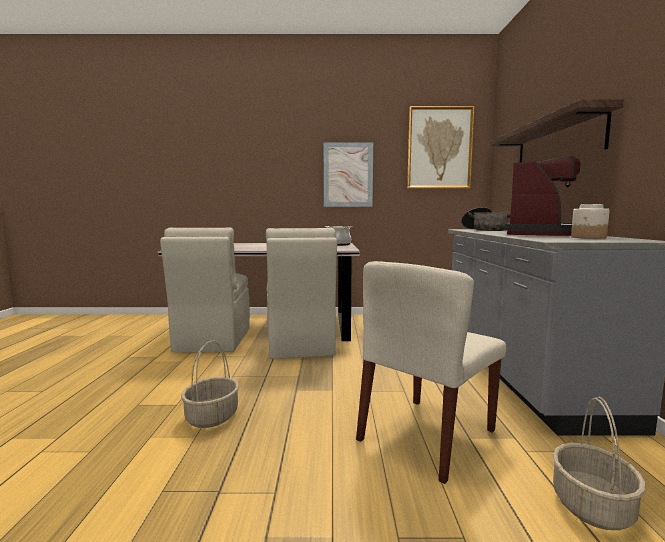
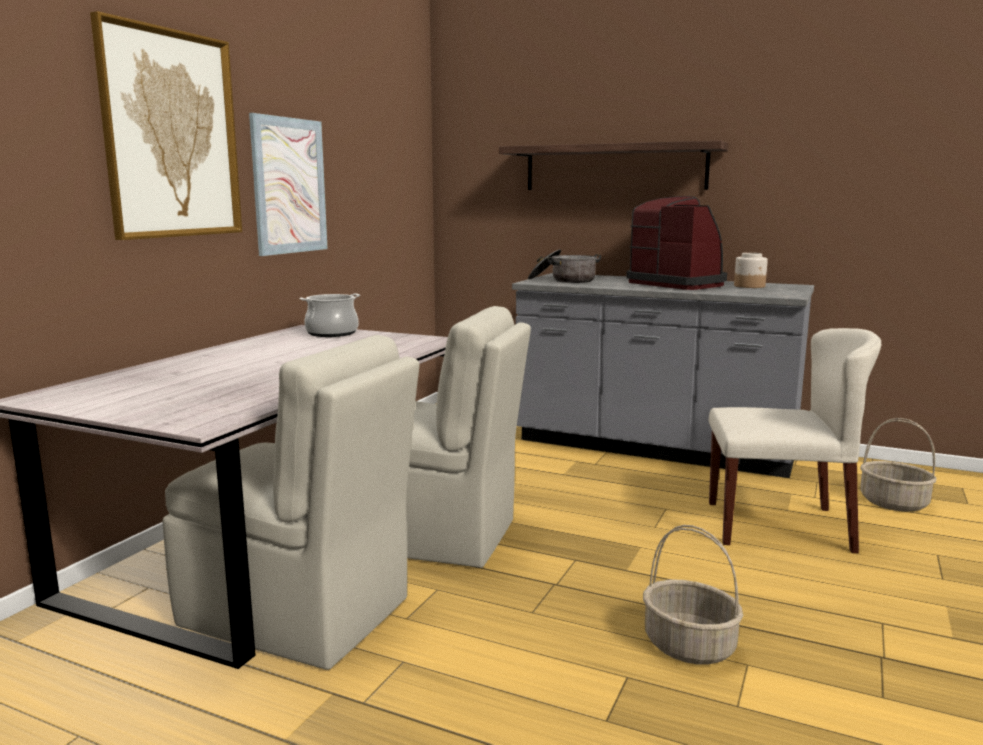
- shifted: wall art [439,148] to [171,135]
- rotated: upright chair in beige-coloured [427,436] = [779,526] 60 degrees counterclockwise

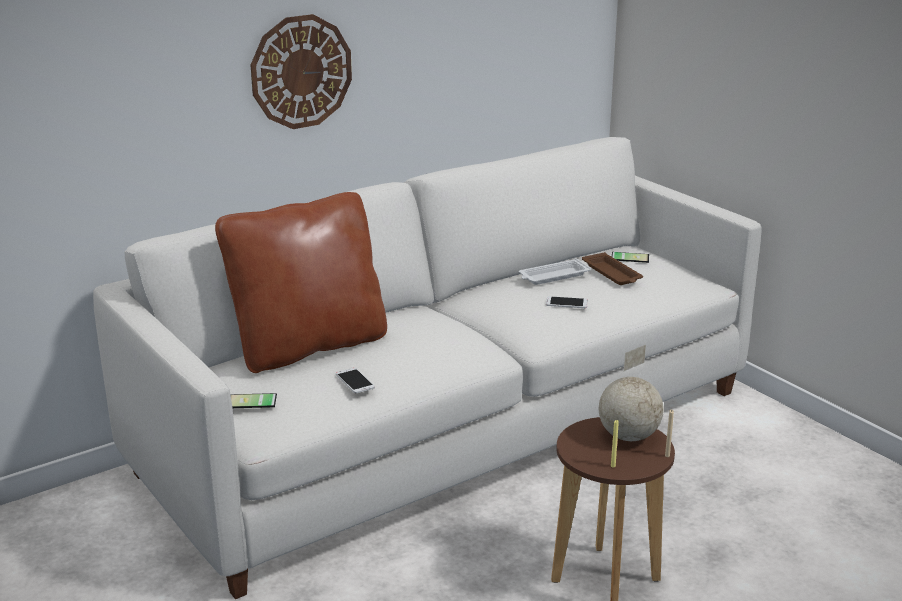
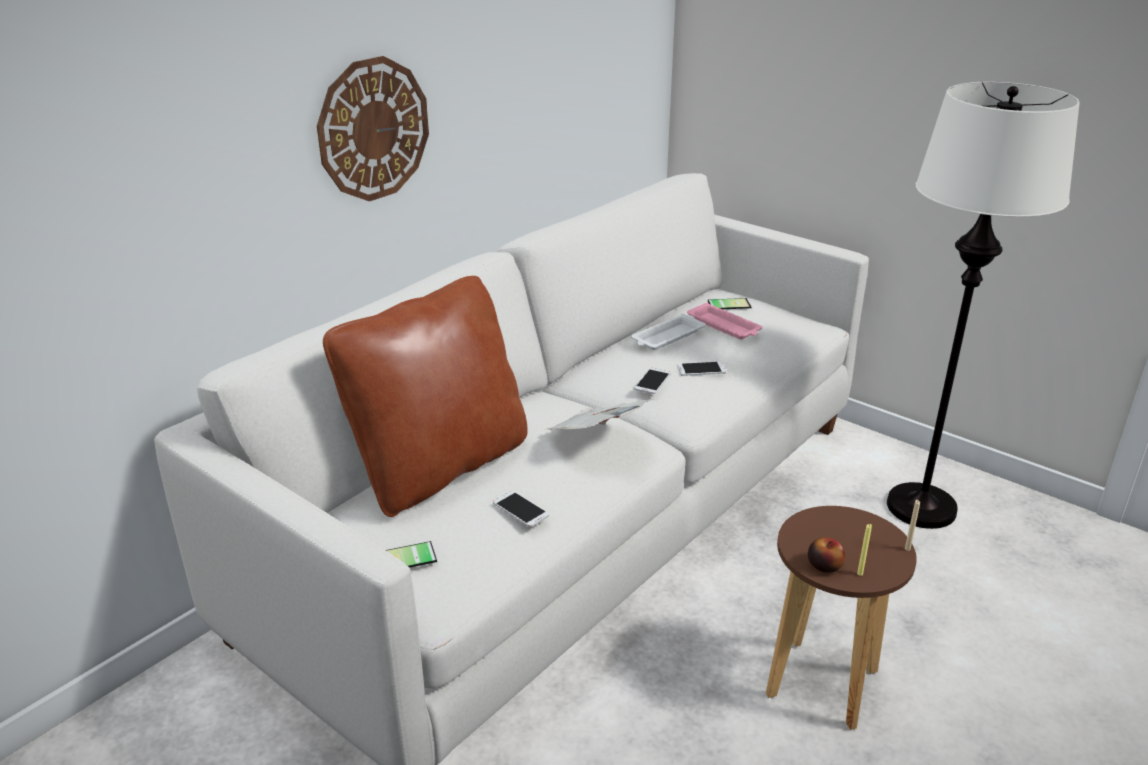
- gone: world globe [627,436]
- new: daily paper [598,439]
- new: handset [652,381]
- new: whole apple [824,565]
- new: floor lamp in white-coloured [921,507]
- repainted: carrying tray in brown [612,274] to carrying tray in pinkish [725,326]

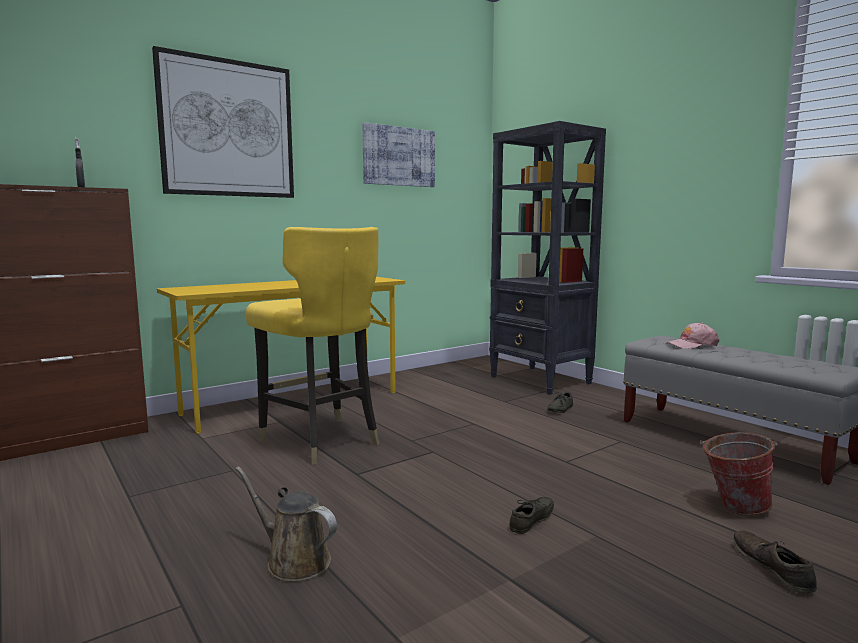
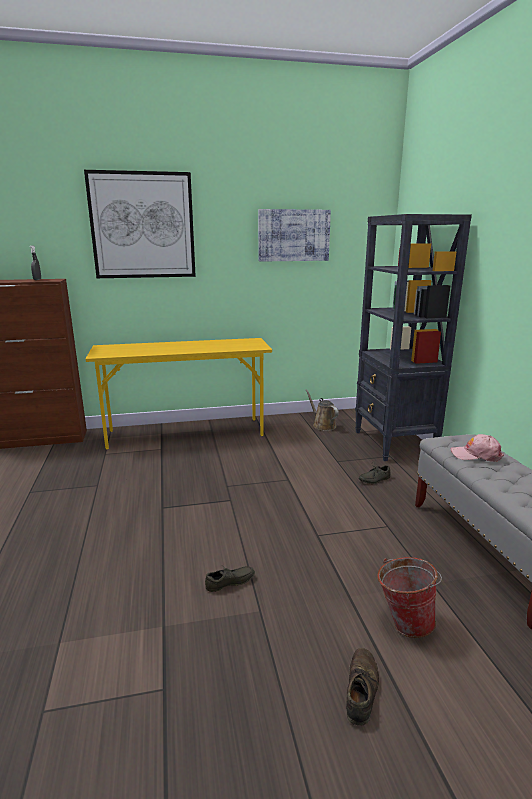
- gone: upright chair in yellowish [320,441]
- shifted: watering can in brown [293,560] to [322,425]

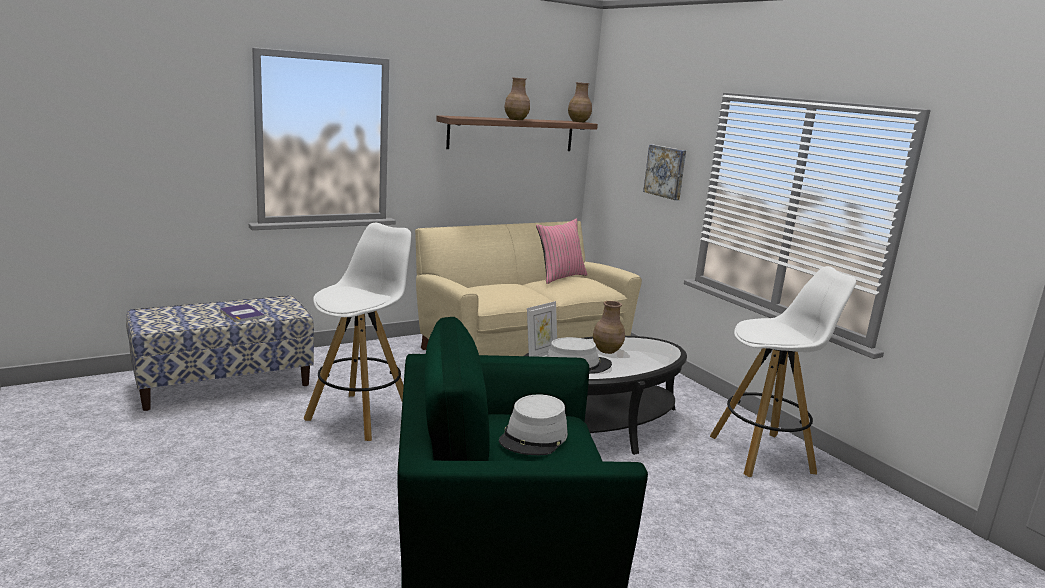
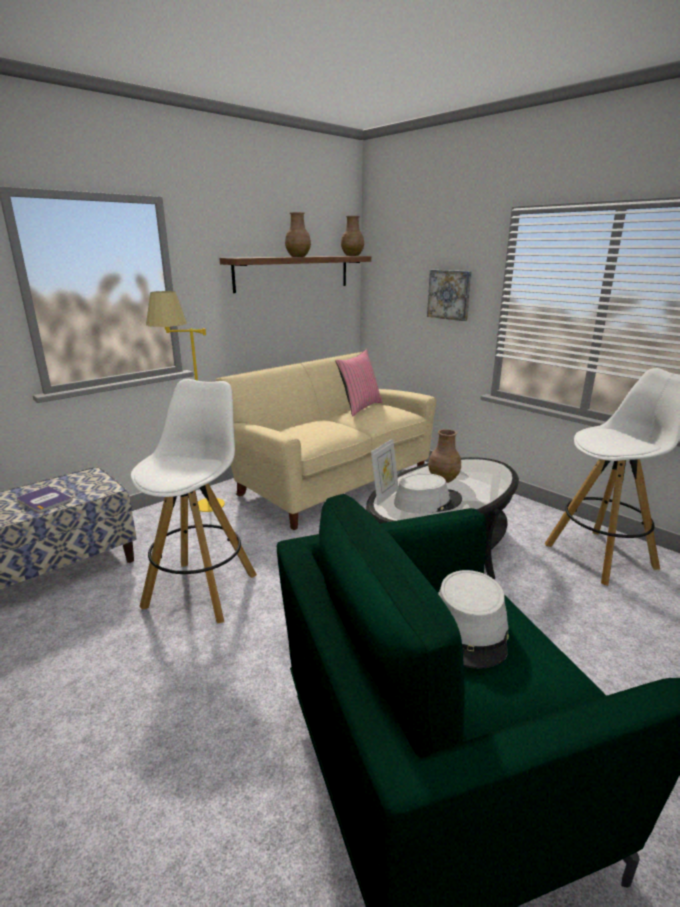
- new: floor lamp in yellowish [200,510]

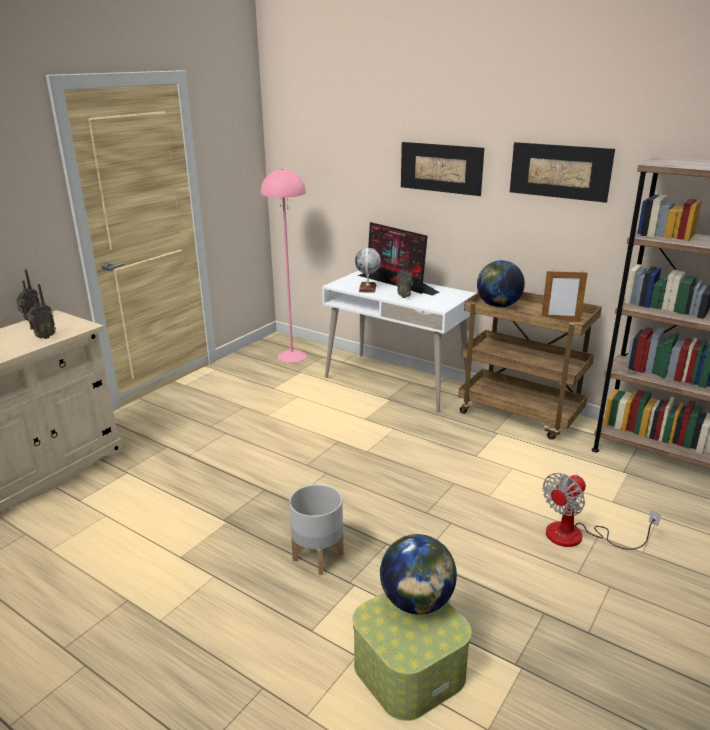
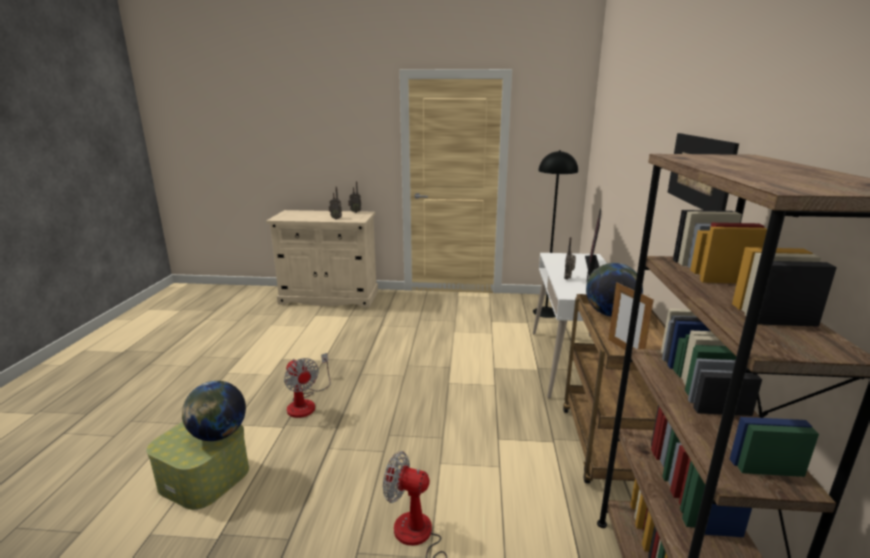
- gone: world globe [367,288]
- gone: wall art [441,168]
- swapped: plant pot in grey [317,556] to electric fan [306,403]
- repainted: floor lamp in pinkish [292,356] to floor lamp in black-coloured [546,312]

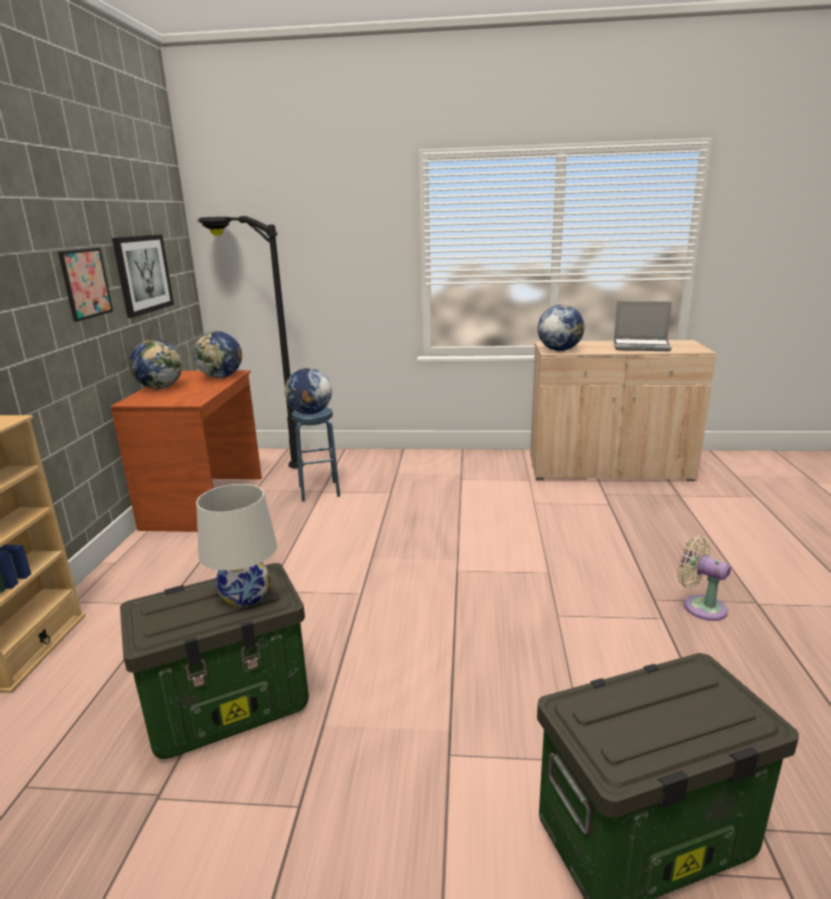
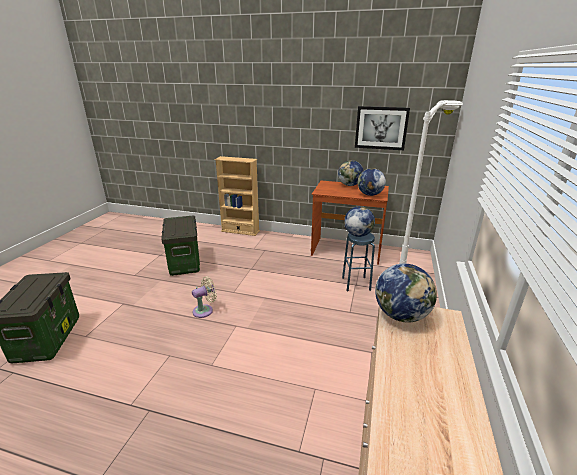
- gone: wall art [85,283]
- gone: lamp for a table in white-coloured [245,595]
- gone: portable computer [642,346]
- shifted: electric fan in beige-coloured [700,606] to [205,310]
- repainted: floor lamp in black-coloured [260,457] to floor lamp in white-coloured [414,263]

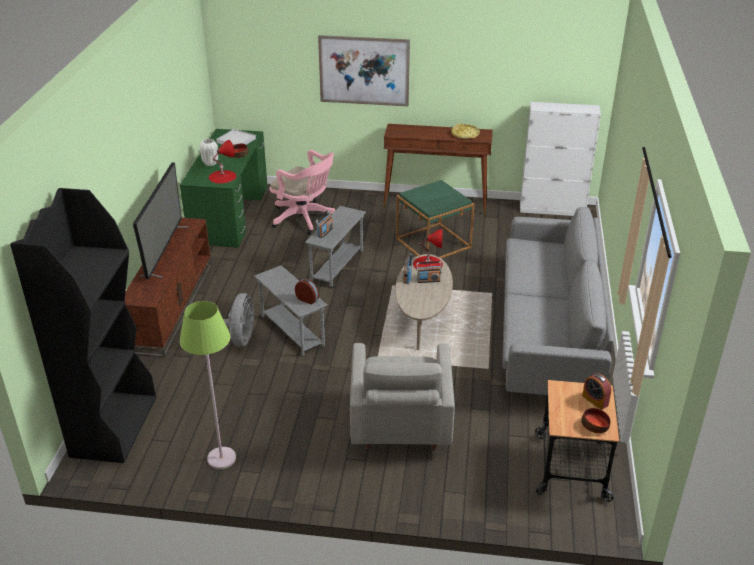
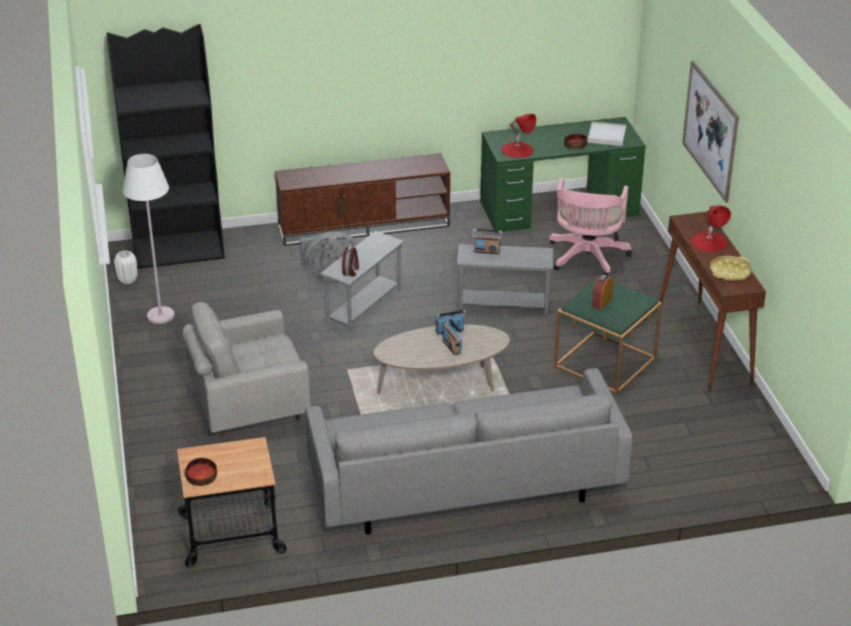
- gone: TV [164,251]
- gone: storage cabinet in white-coloured [552,209]
- shifted: flower vase in white-coloured [210,163] to [128,280]
- shifted: lamp for a table in red-coloured [428,264] to [709,242]
- shifted: table clock [595,400] to [601,302]
- repainted: floor lamp in green [221,458] to floor lamp in white-coloured [160,315]

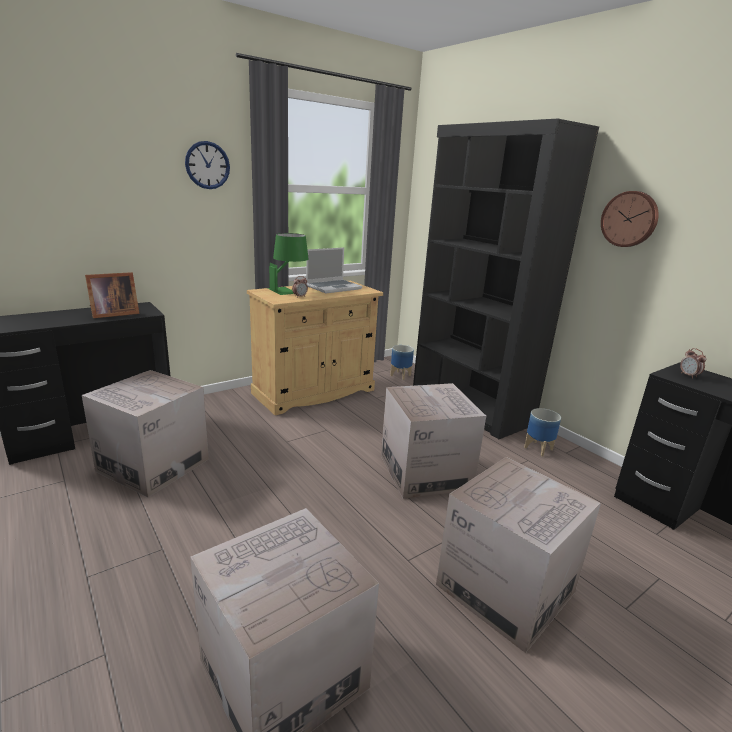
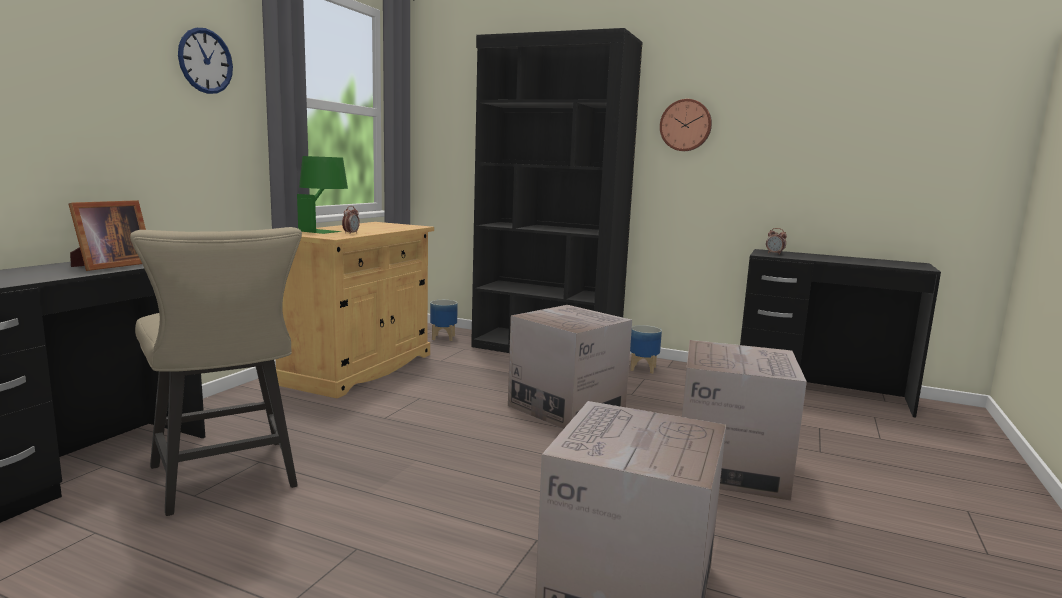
- gone: portable computer [334,287]
- swapped: cardboard box [153,465] to upright chair in beige-coloured [227,480]

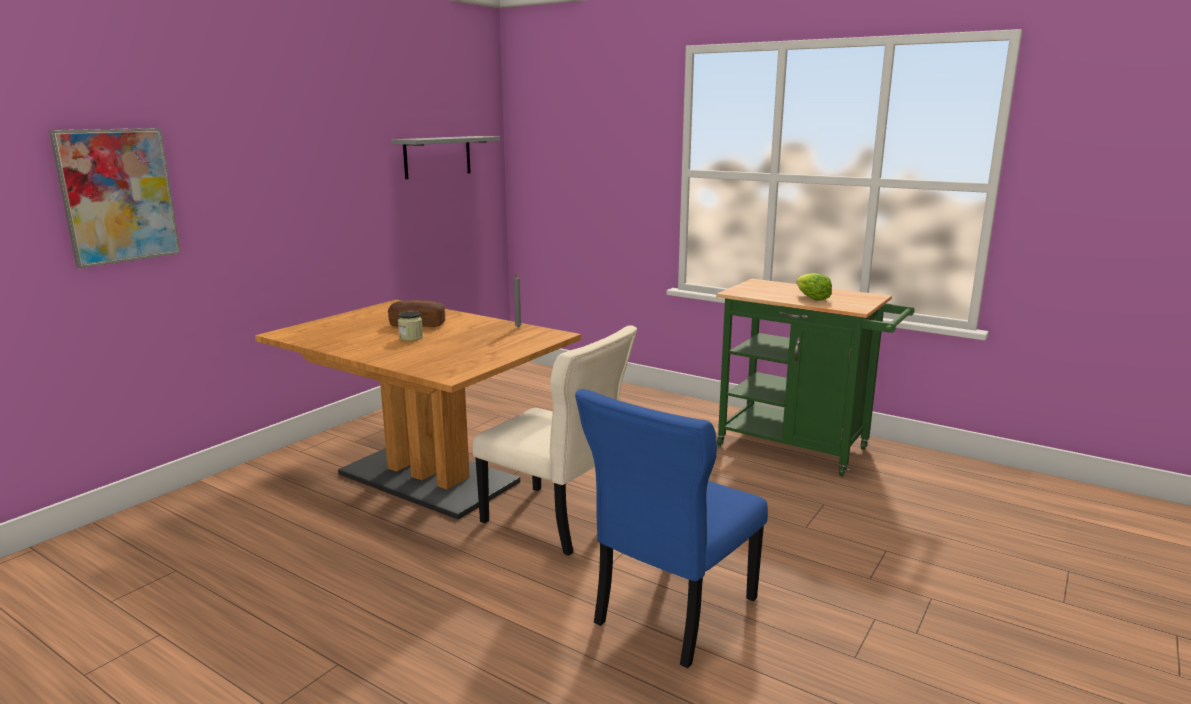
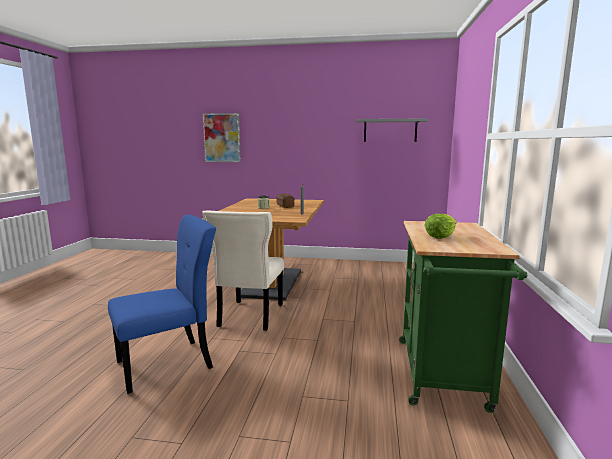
- rotated: upright chair in bluish [671,614] = [169,363] 135 degrees clockwise

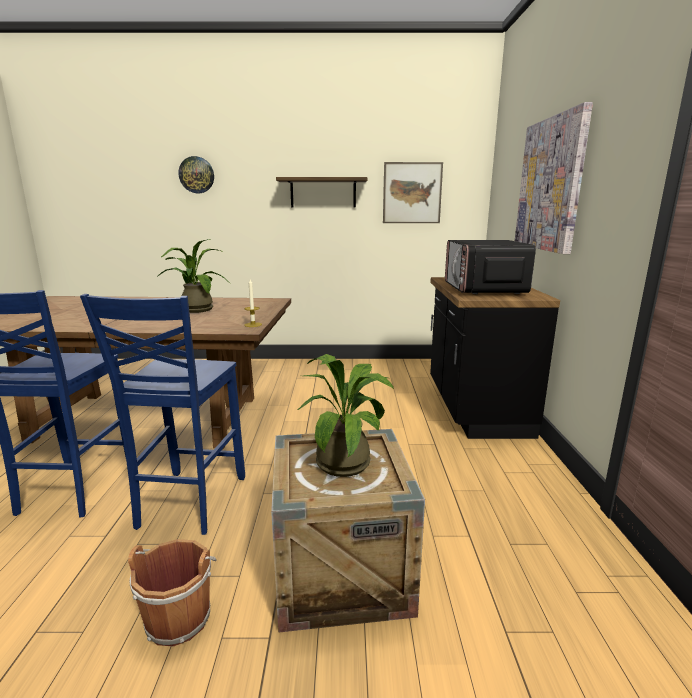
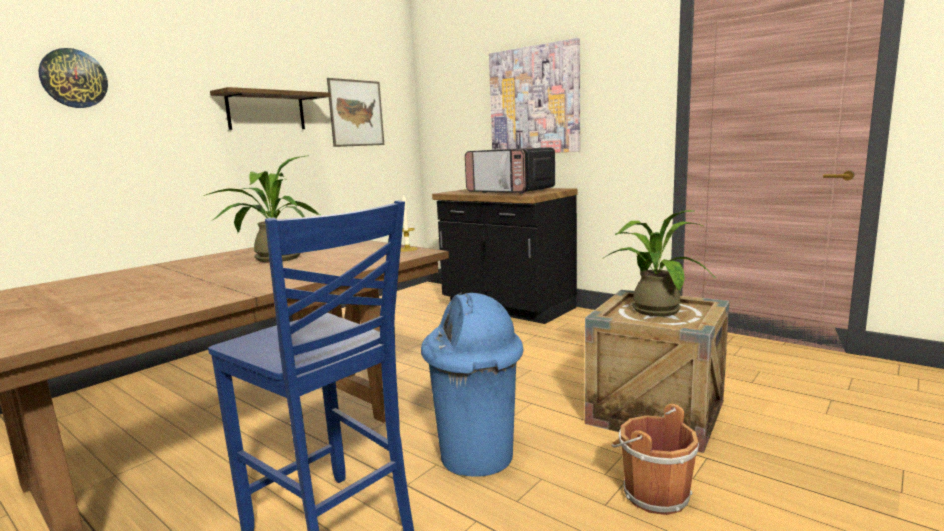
- swapped: upright chair in bluish [189,502] to trash can in bluish [477,457]

